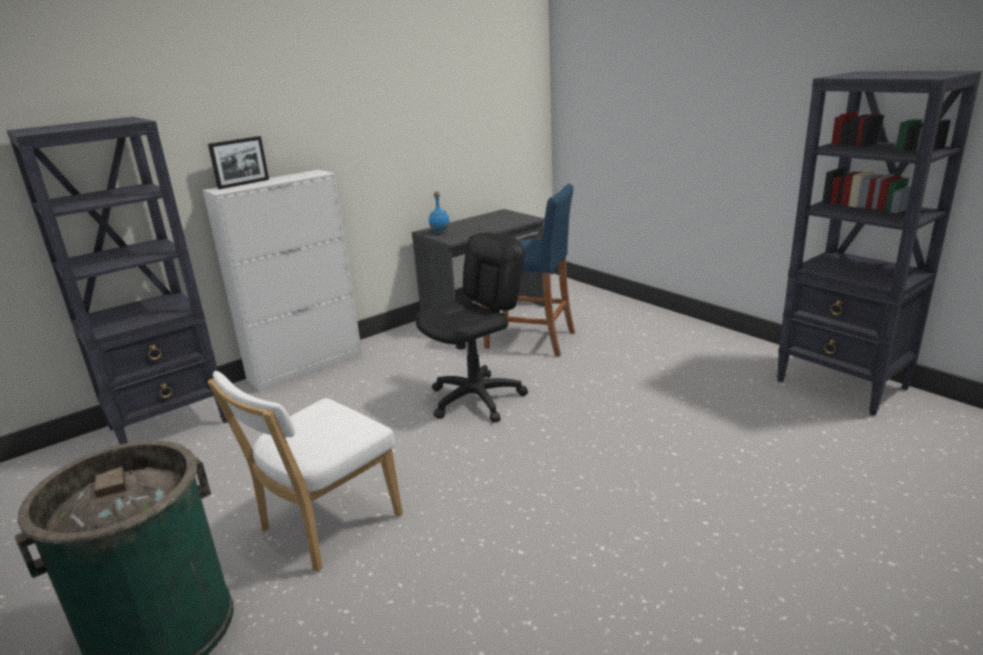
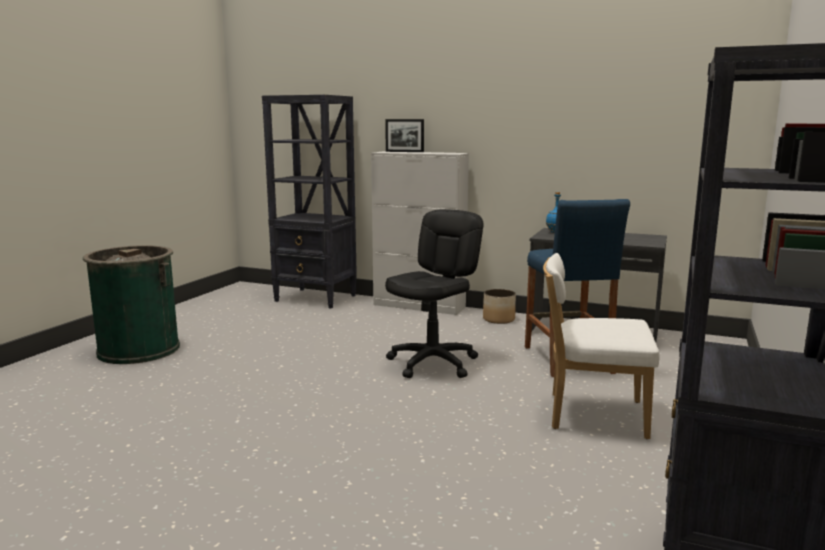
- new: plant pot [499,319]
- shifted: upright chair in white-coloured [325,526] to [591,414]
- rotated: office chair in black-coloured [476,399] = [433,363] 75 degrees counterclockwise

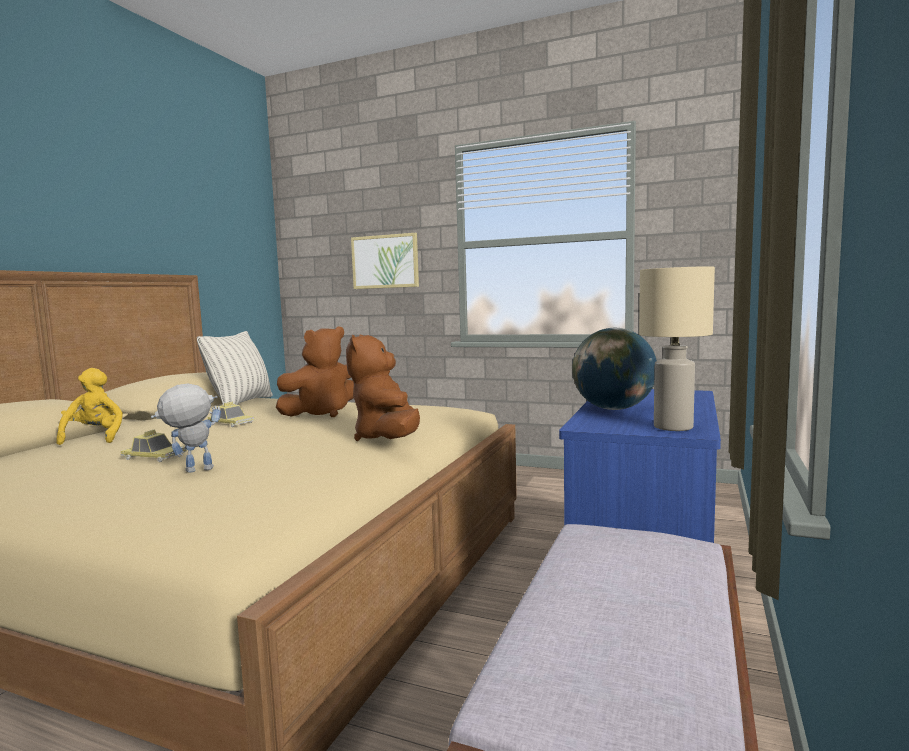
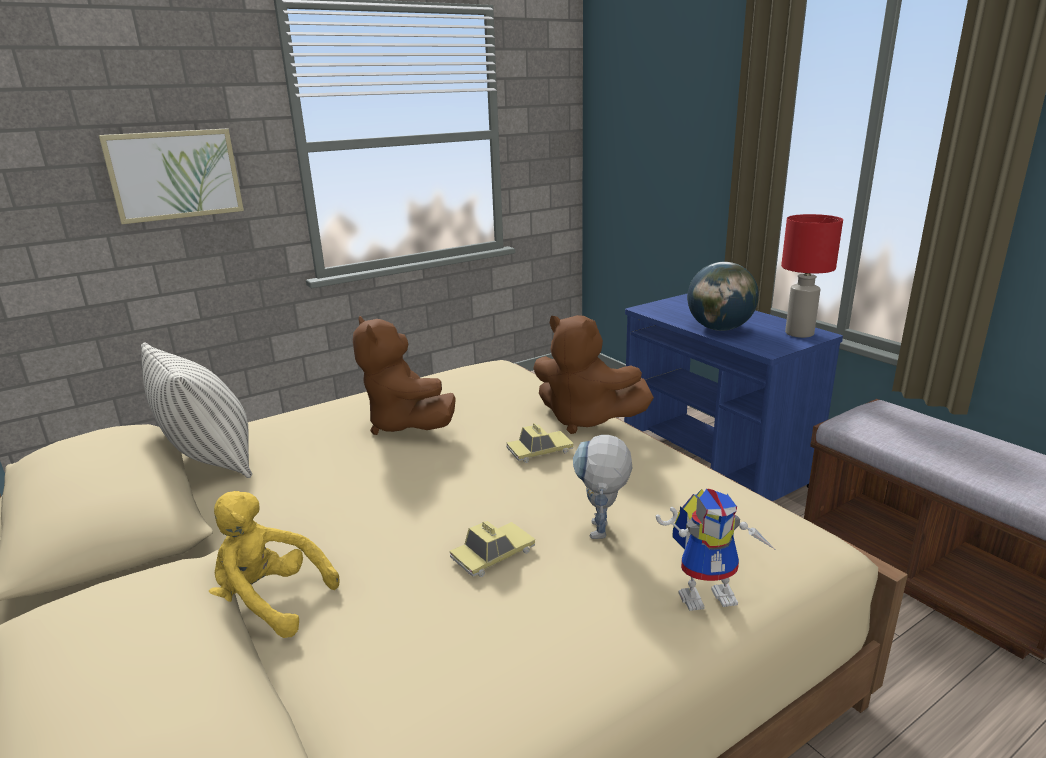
- new: model robot [709,593]
- shifted: toy car [231,423] to [540,451]
- repainted: lamp for a table in beige-coloured [674,427] to lamp for a table in red-coloured [799,333]
- rotated: plush toy in brown [321,413] = [405,424] 150 degrees clockwise

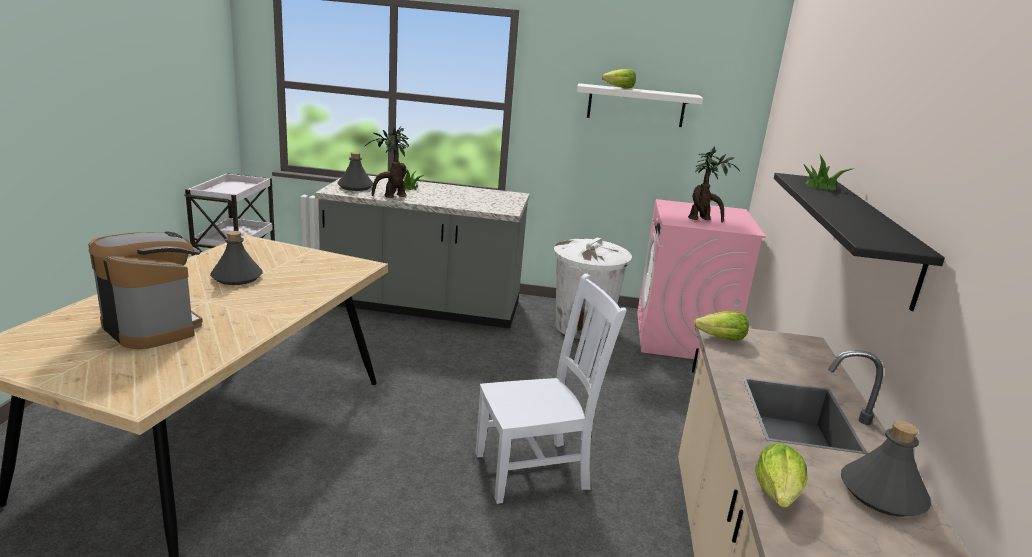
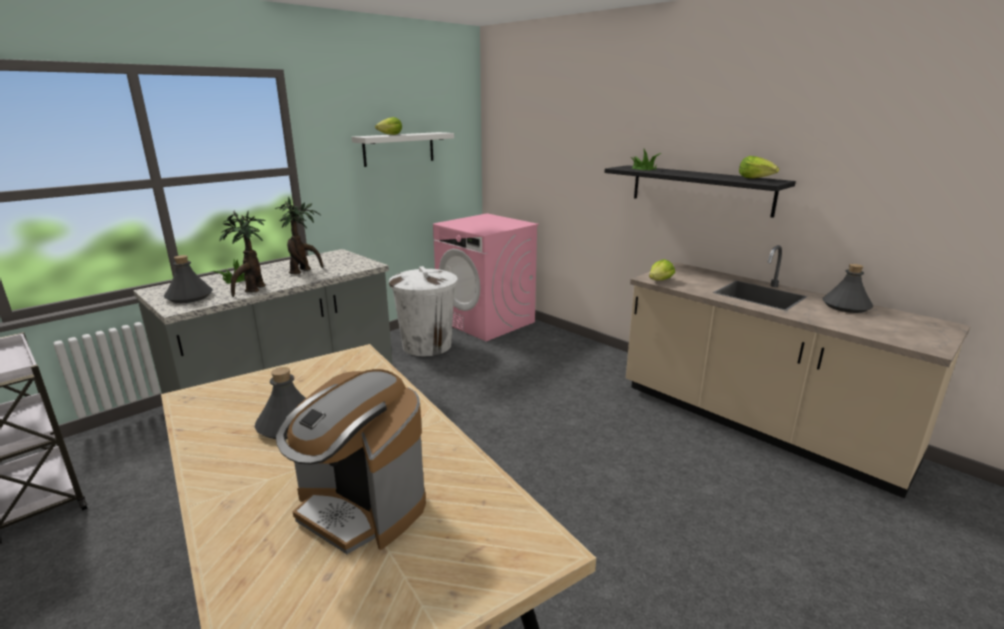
- gone: upright chair in white-coloured [535,470]
- shifted: houseplant [702,220] to [304,271]
- shifted: lettuce head [778,494] to [756,178]
- rotated: coffee machine [153,327] = [360,508] 135 degrees counterclockwise

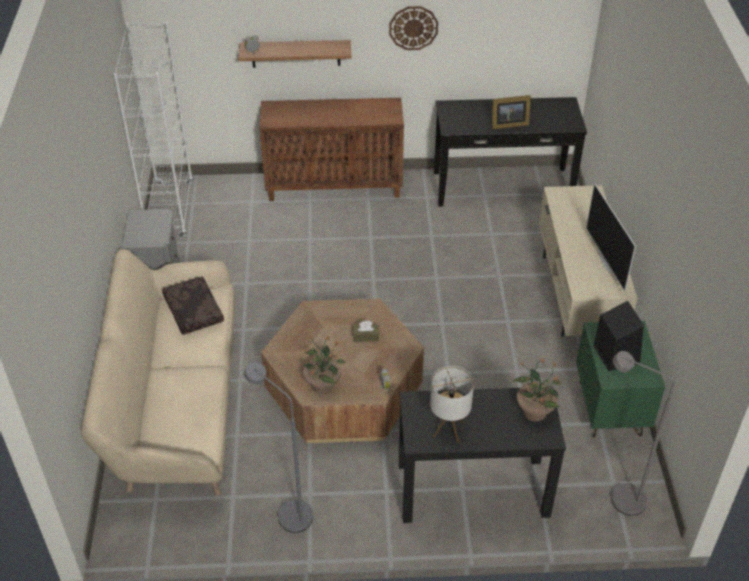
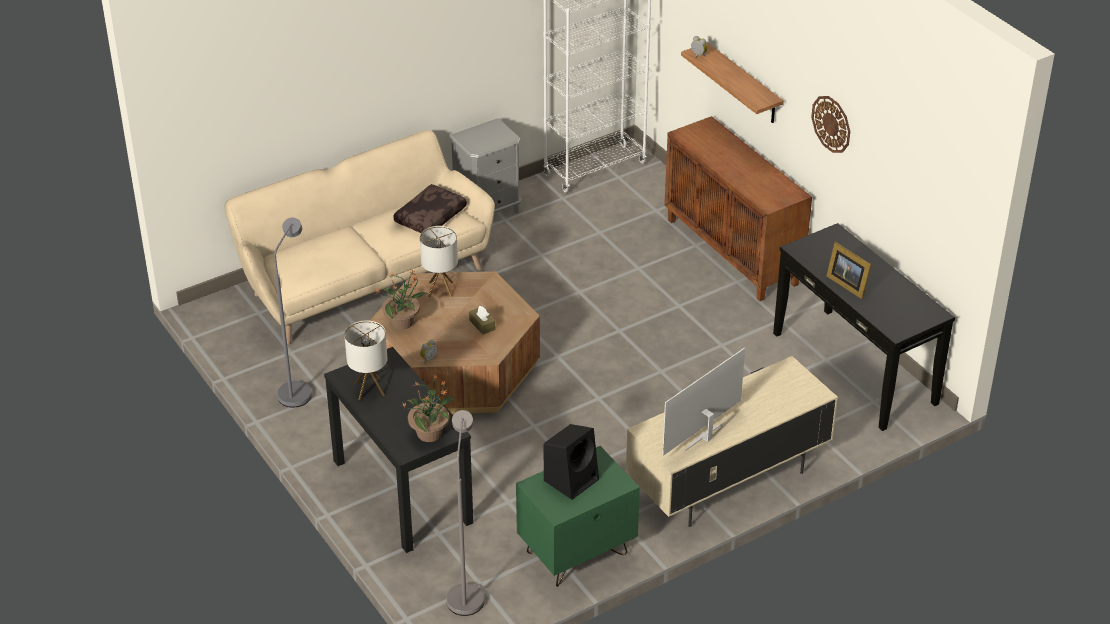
- new: lamp for a table [440,289]

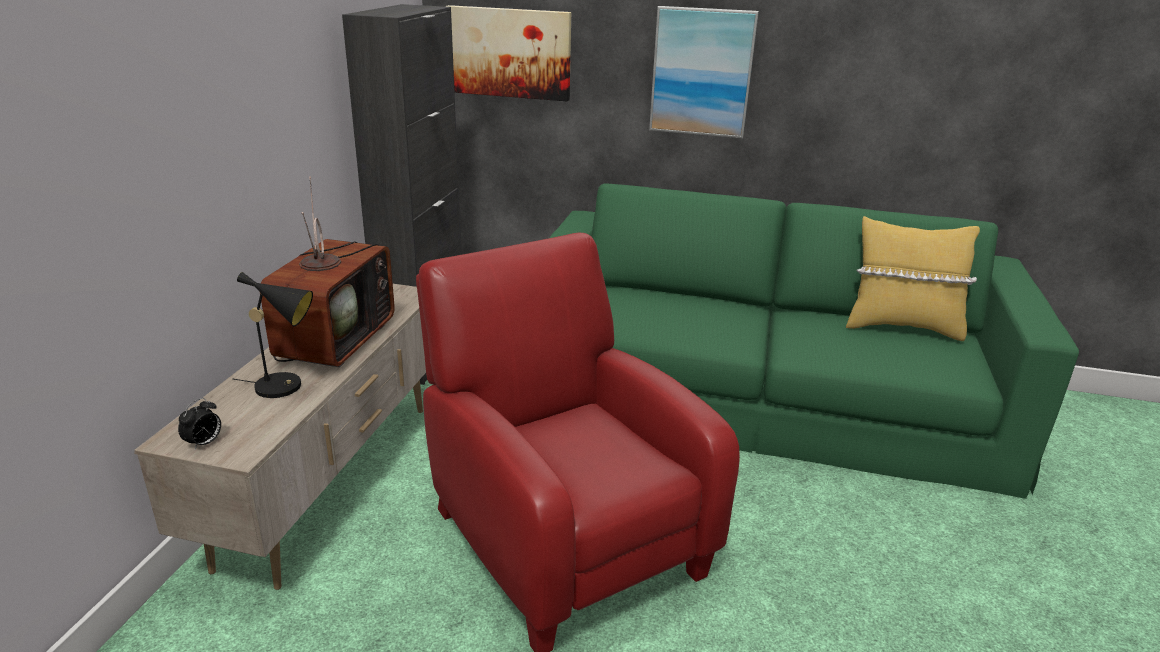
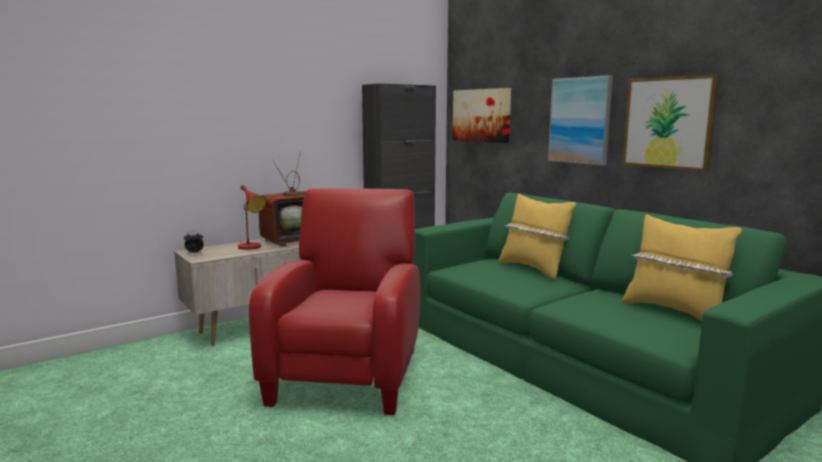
- new: throw pillow in yellowish [533,269]
- new: wall art [668,122]
- repainted: lamp for a table in black-coloured [285,386] to lamp for a table in red-coloured [252,247]

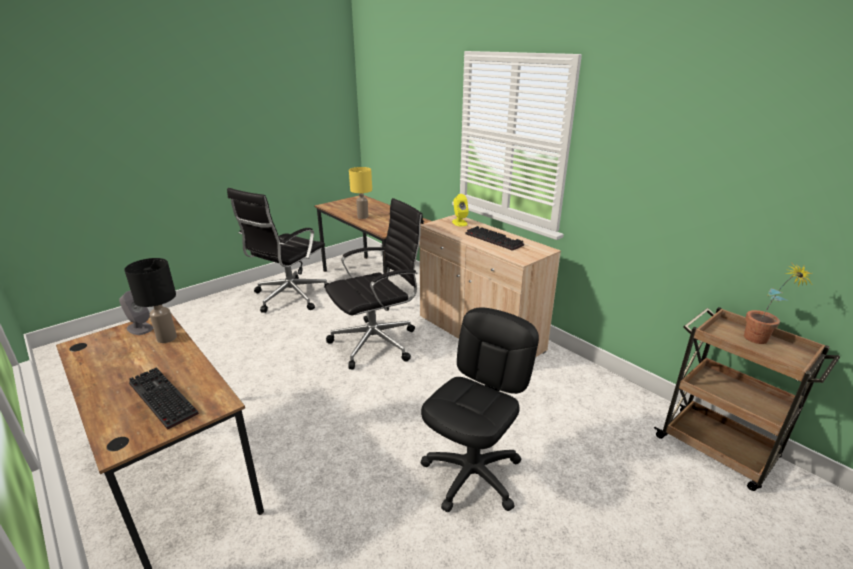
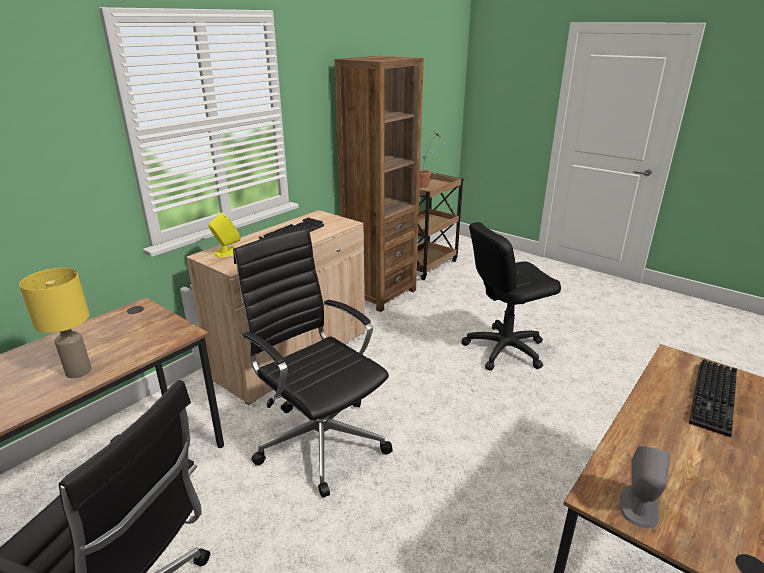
- gone: lamp for a table in black-coloured [166,338]
- new: bookshelf in brown [379,293]
- rotated: office chair in black-coloured [473,474] = [504,349] 45 degrees counterclockwise

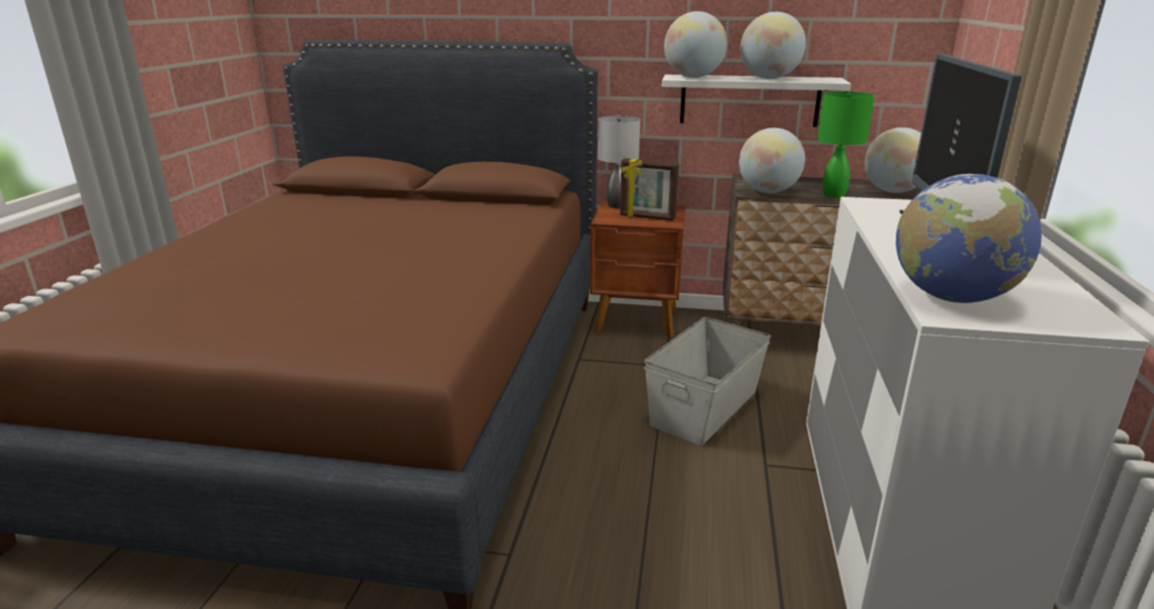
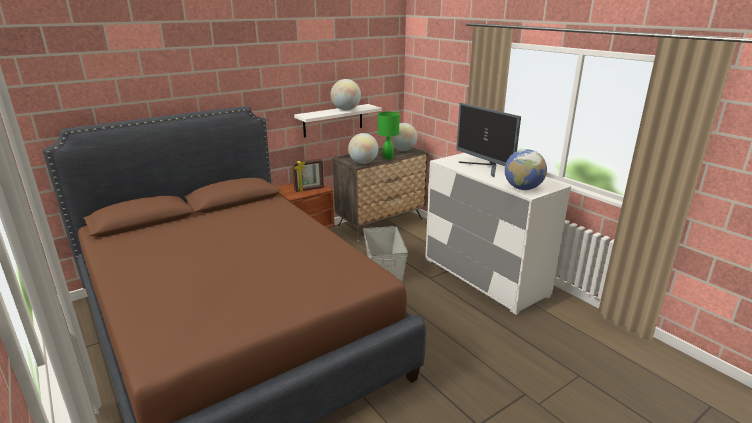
- gone: lamp for a table in grey [616,206]
- gone: world globe [693,77]

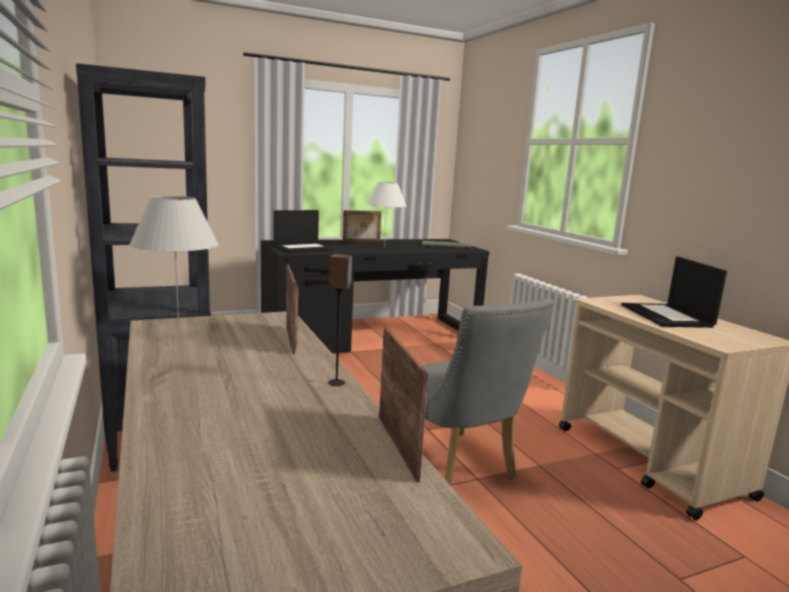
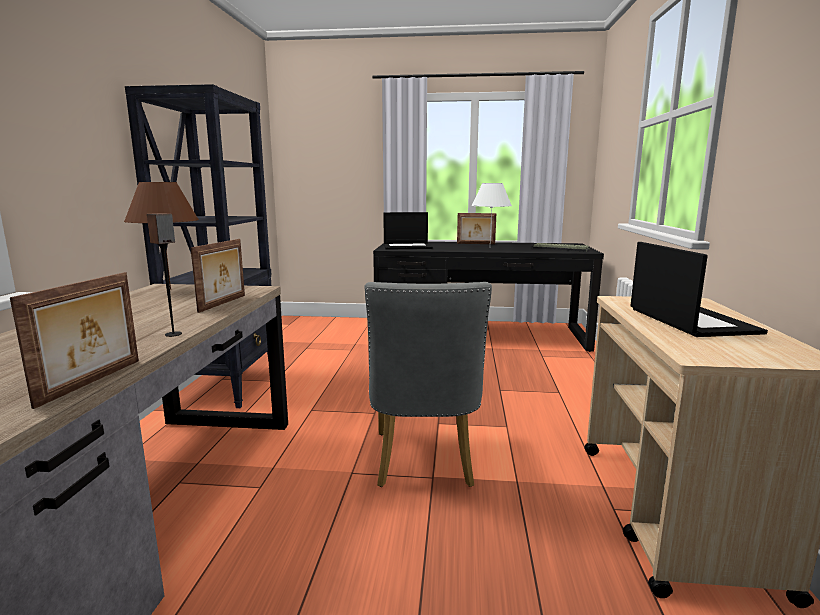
- repainted: lamp for a table in white-coloured [178,327] to lamp for a table in brown [170,289]
- rotated: portable computer [667,316] = [689,320] 150 degrees clockwise

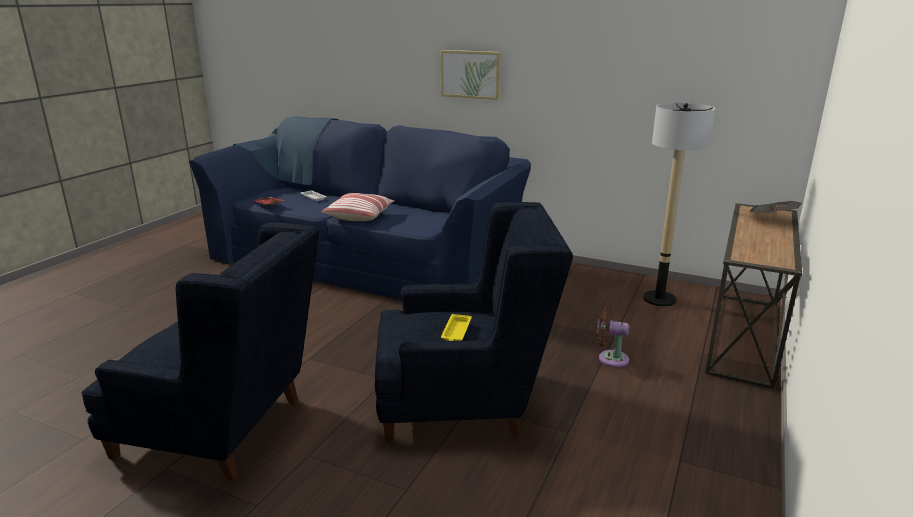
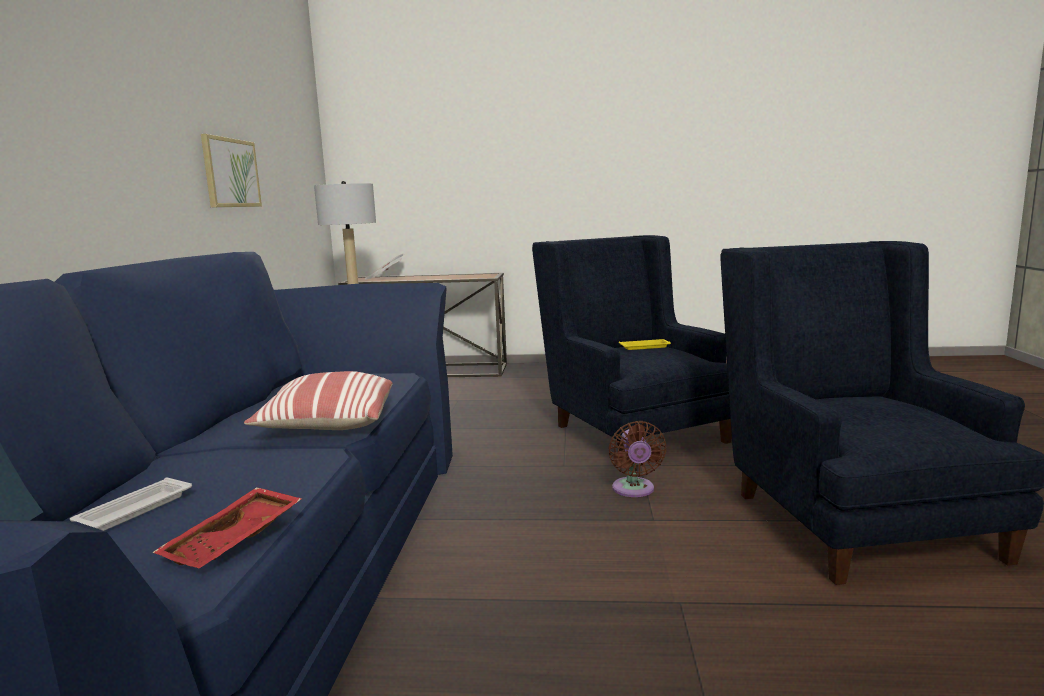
- shifted: wall art [470,74] to [231,173]
- shifted: electric fan in brown [610,358] to [634,490]

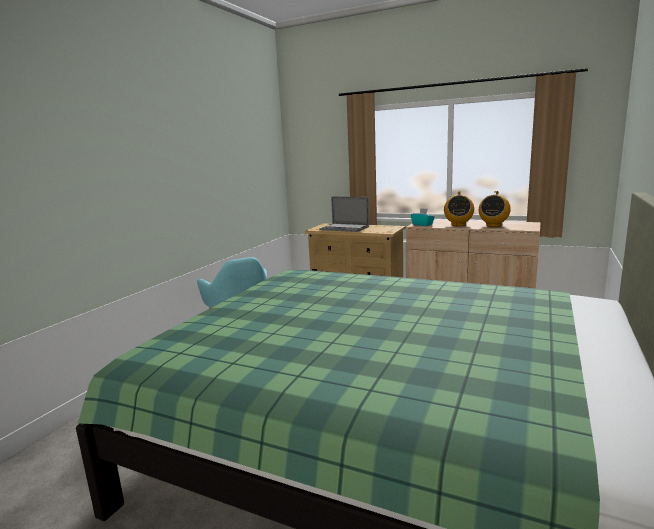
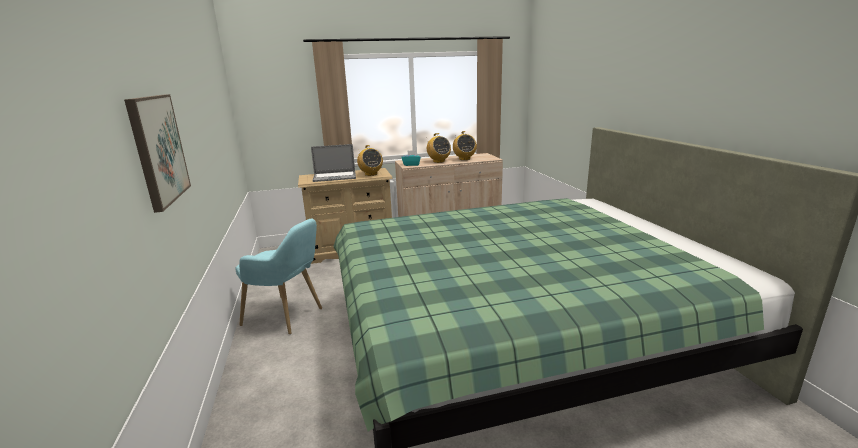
- new: wall art [158,149]
- new: radio receiver [371,174]

